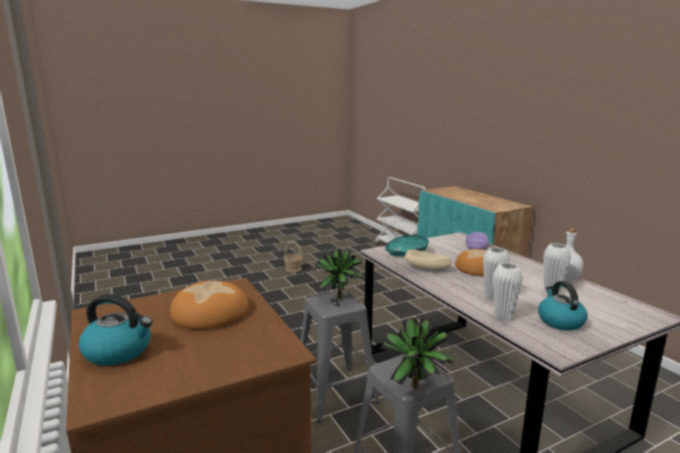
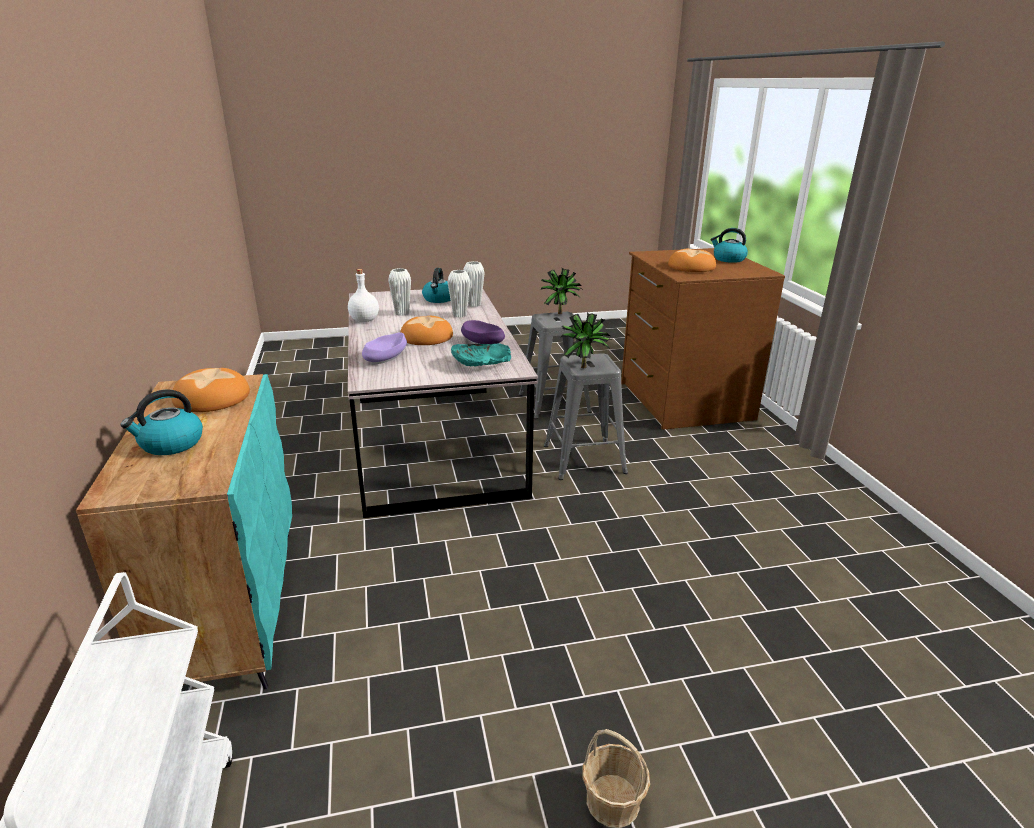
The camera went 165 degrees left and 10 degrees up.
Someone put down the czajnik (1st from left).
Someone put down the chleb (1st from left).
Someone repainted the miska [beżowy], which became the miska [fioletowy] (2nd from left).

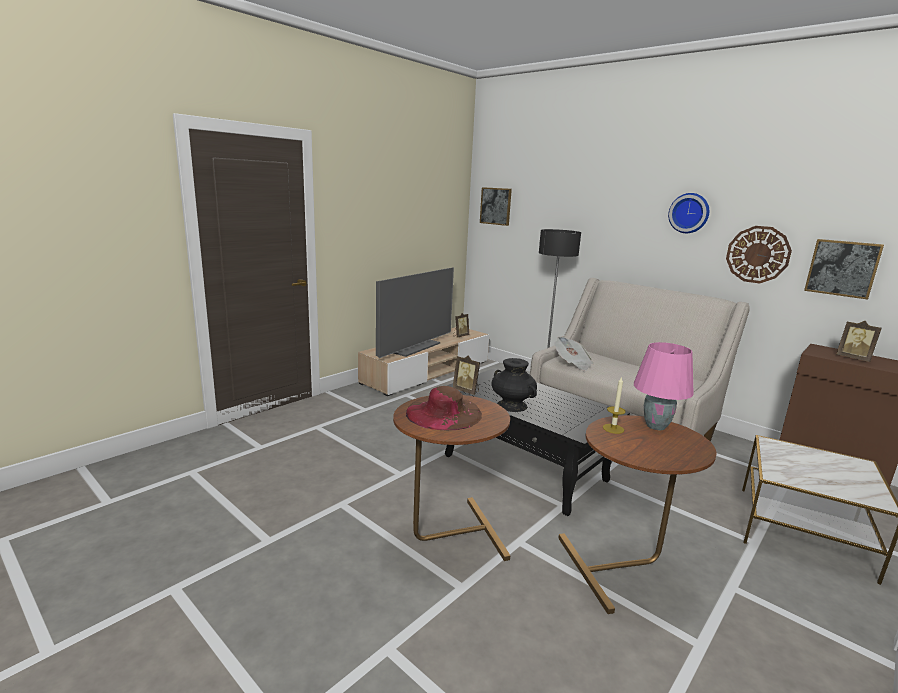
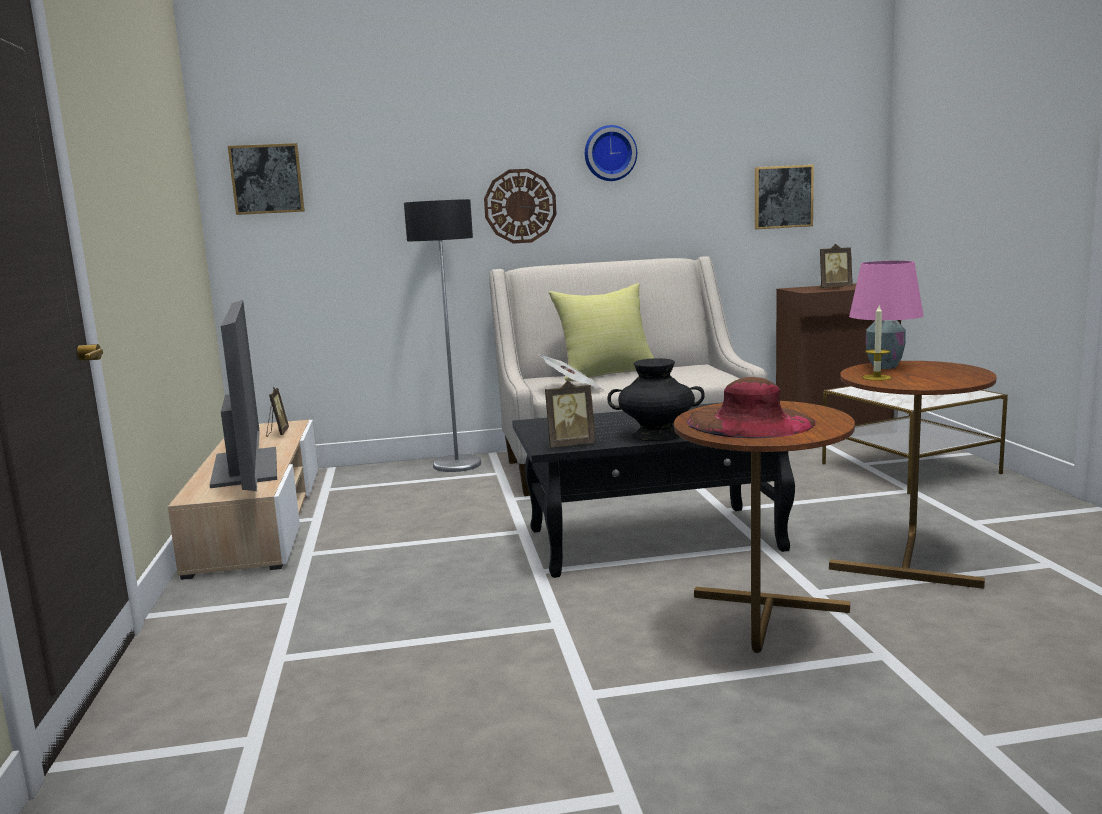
The camera went 50 degrees left and 5 degrees down.
Someone put down the poduszka [żółty].
Someone carried the zegar ścienny (2nd from left in the first image).

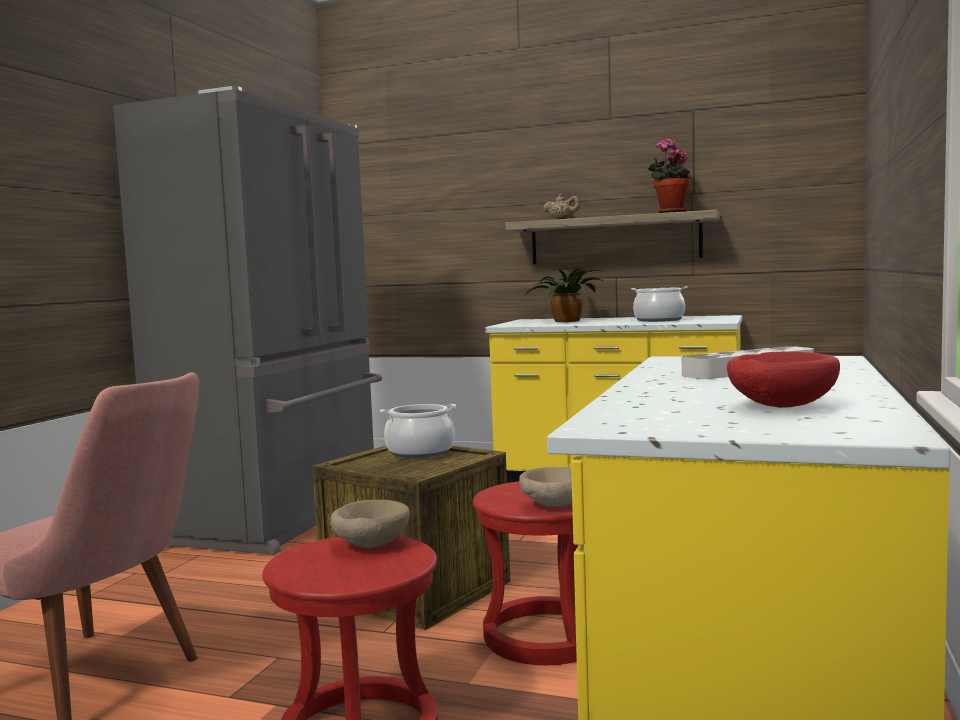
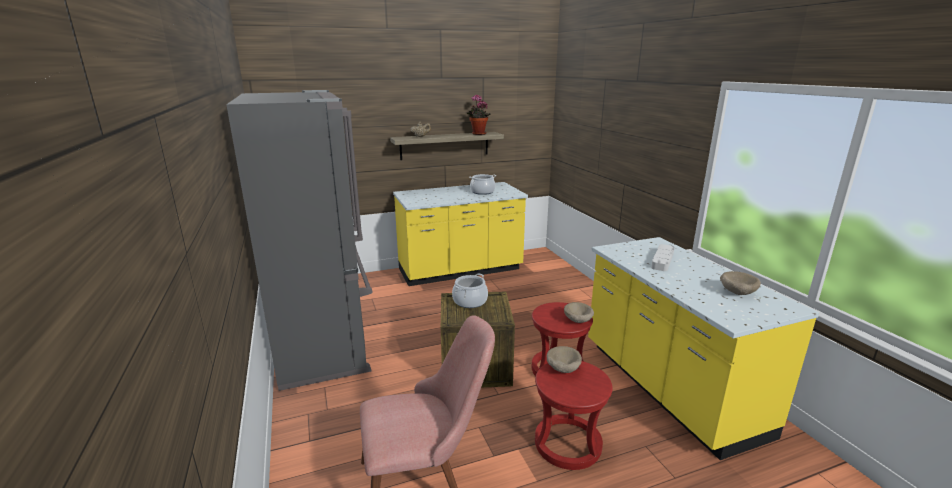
The camera went 40 degrees left and 15 degrees up.
Someone took away the roślina doniczkowa (1st from left).
Someone repainted the miska [czerwony], which became the miska [beżowy] (3rd from left).

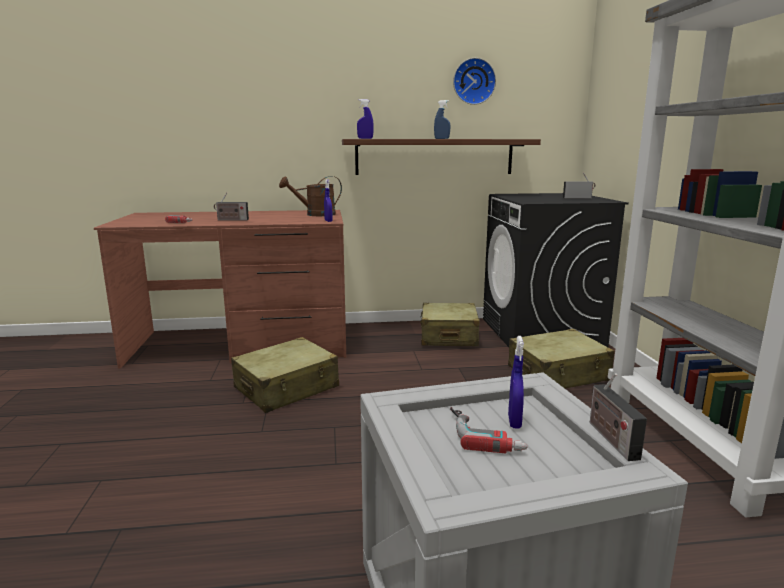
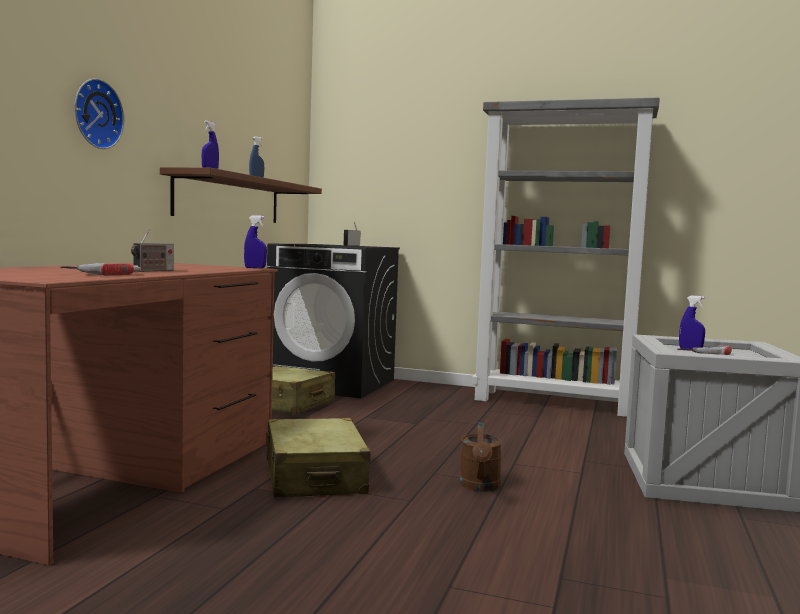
The camera went 65 degrees left and 10 degrees down.
Someone took away the walizka [beżowy] (3rd from left).
Someone took away the radio (3rd from left).
Someone carried the konewka [brązowy].
Someone carried the zegar ścienny.

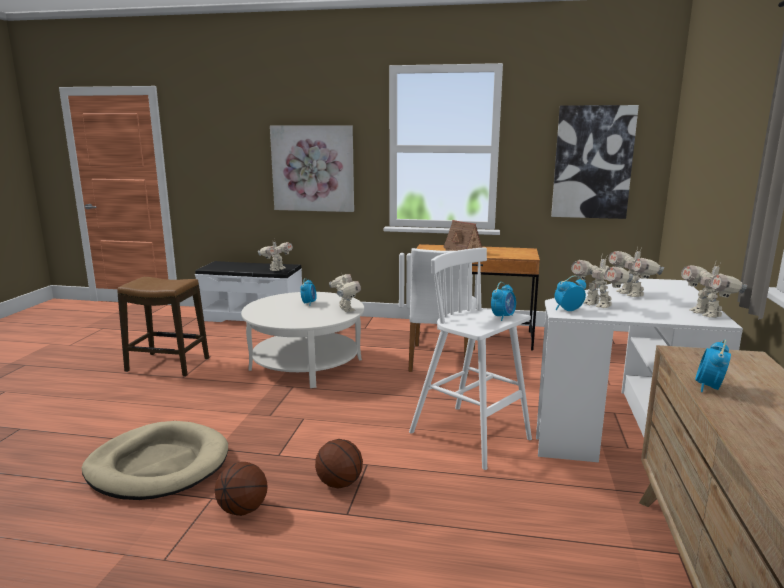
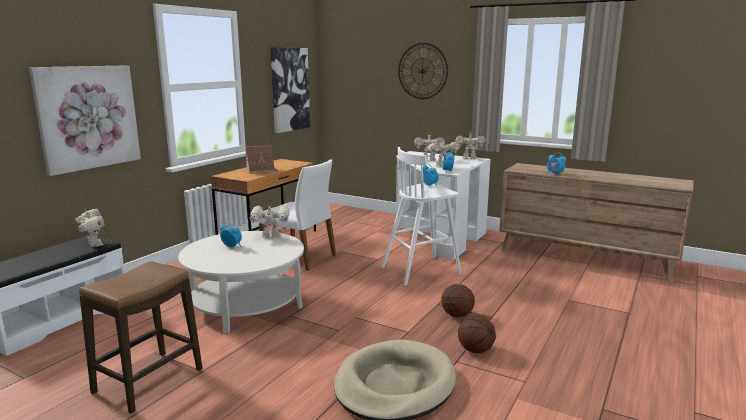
The camera went 70 degrees left and 0 degrees up.
Someone put up the zegar ścienny.

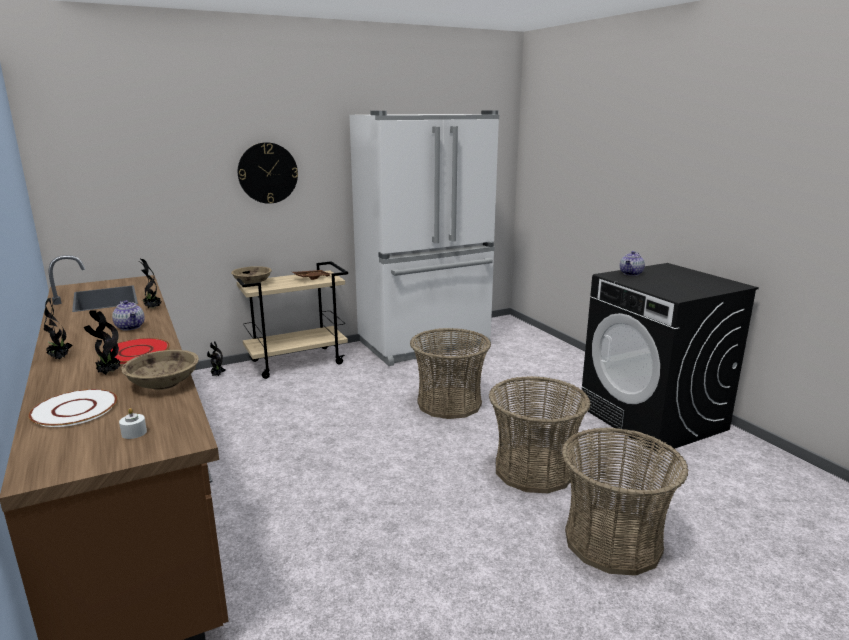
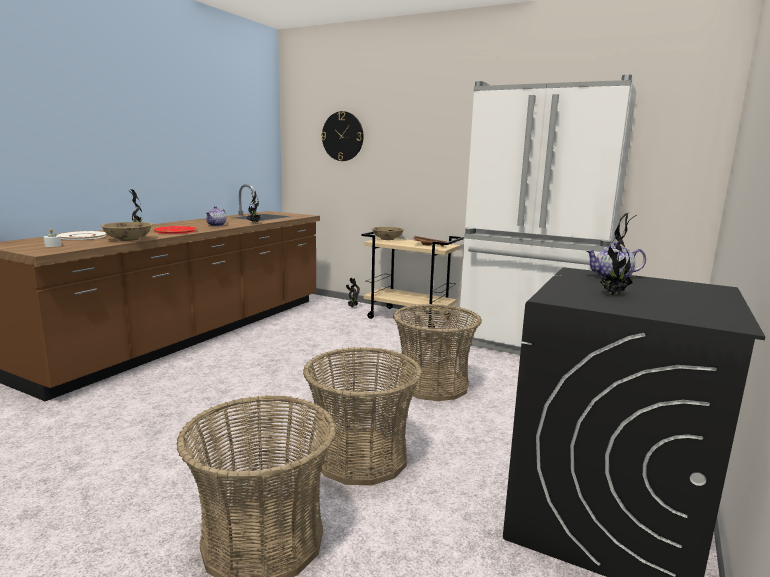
The camera went 55 degrees right and 5 degrees down.
Someone carried the roślina doniczkowa (1st from left in the first image).
Someone carried the zegar ścienny.

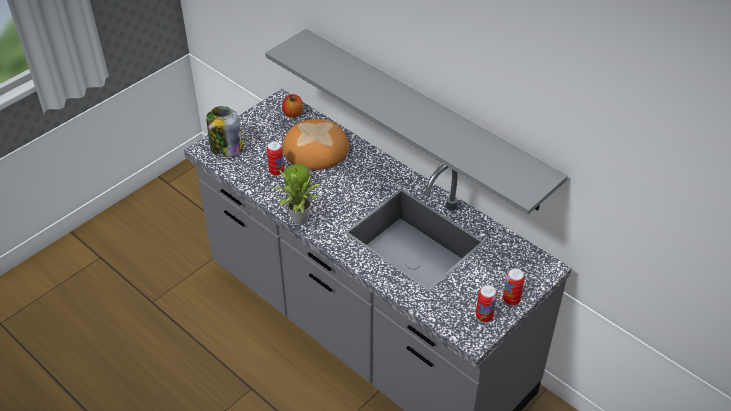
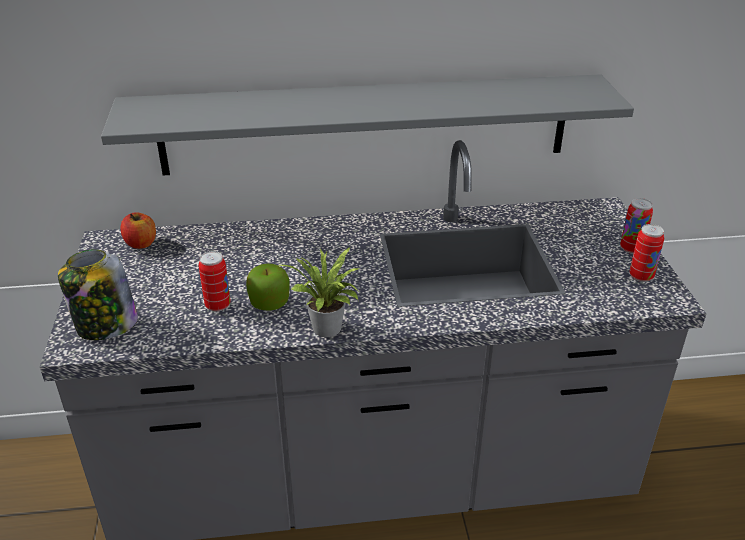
The camera went 50 degrees left and 10 degrees down.
Someone took away the chleb.

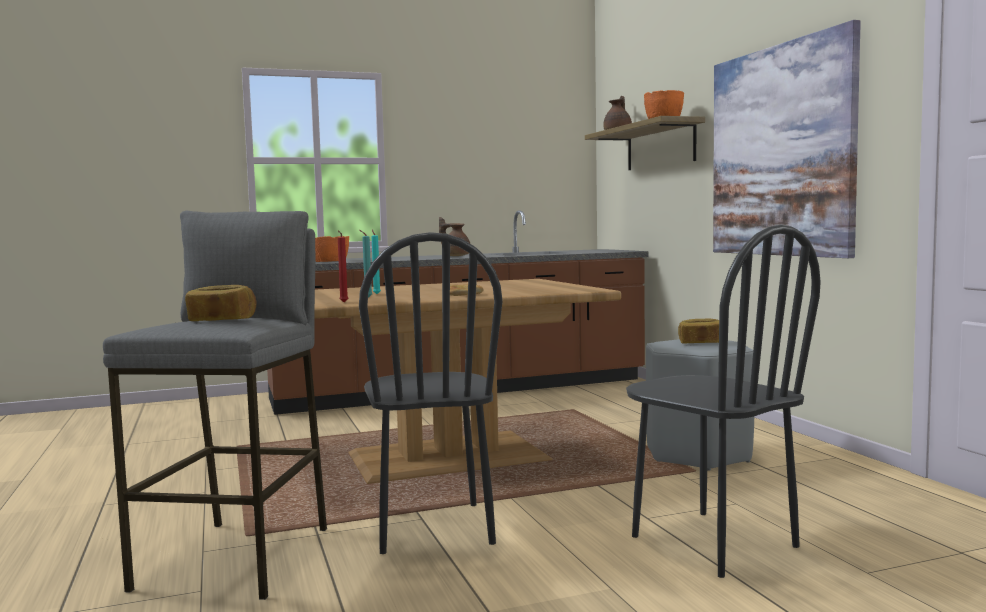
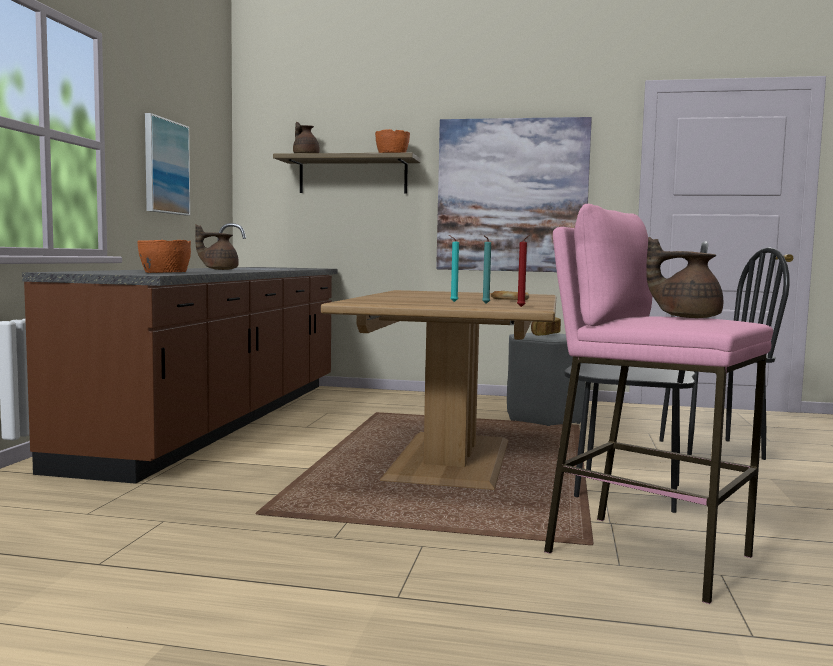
The camera went 60 degrees left and 0 degrees up.
Someone put up the obraz (1st from left).
Someone swapped the chleb (1st from left) for the imbryk [brązowy] (3rd from left).
Someone repainted the stołek [szary] (1st from left), which became the stołek [różowy].

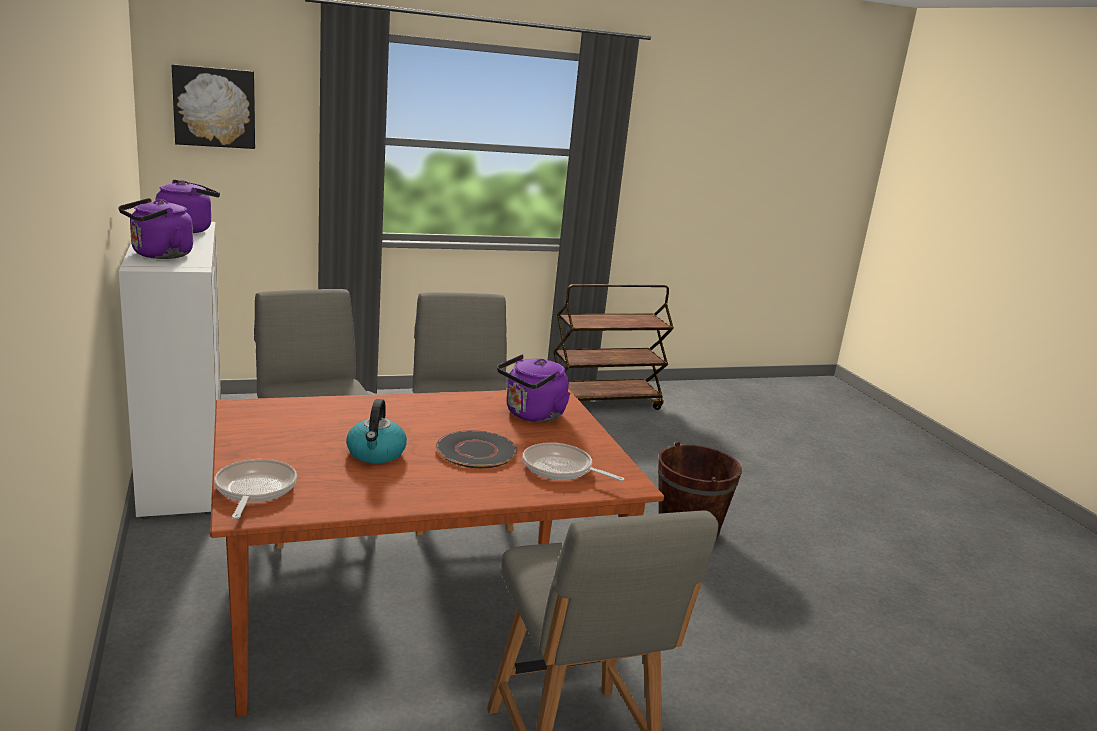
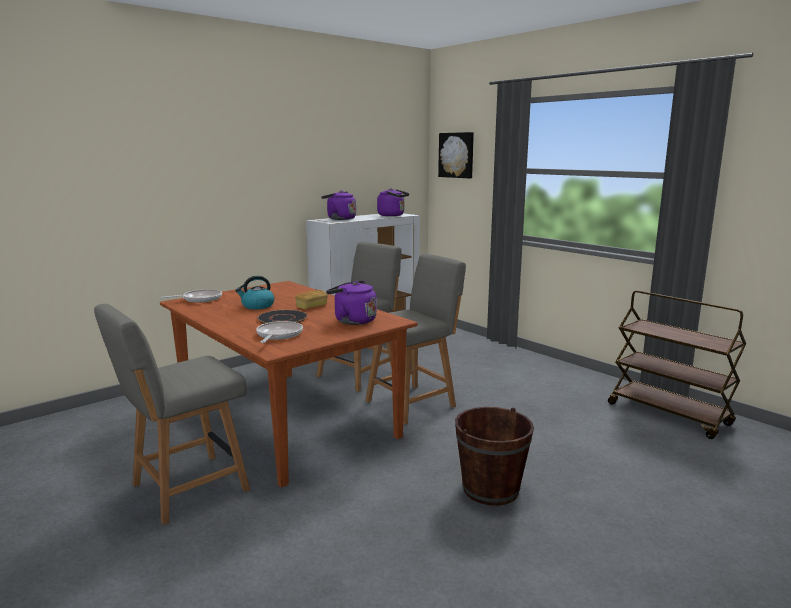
The camera went 70 degrees right and 5 degrees down.
Someone put down the chleb.

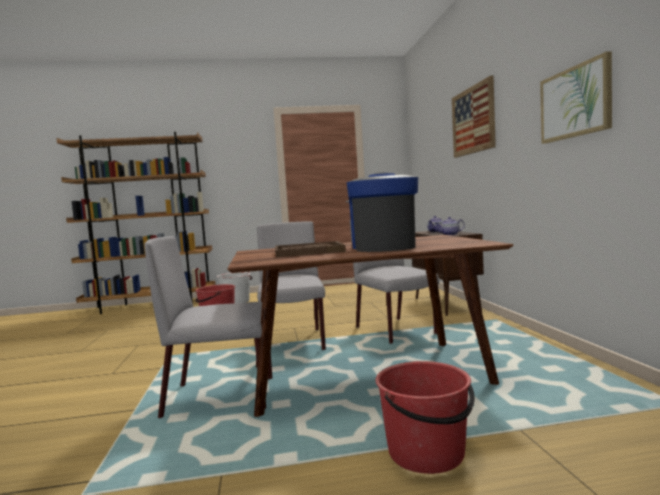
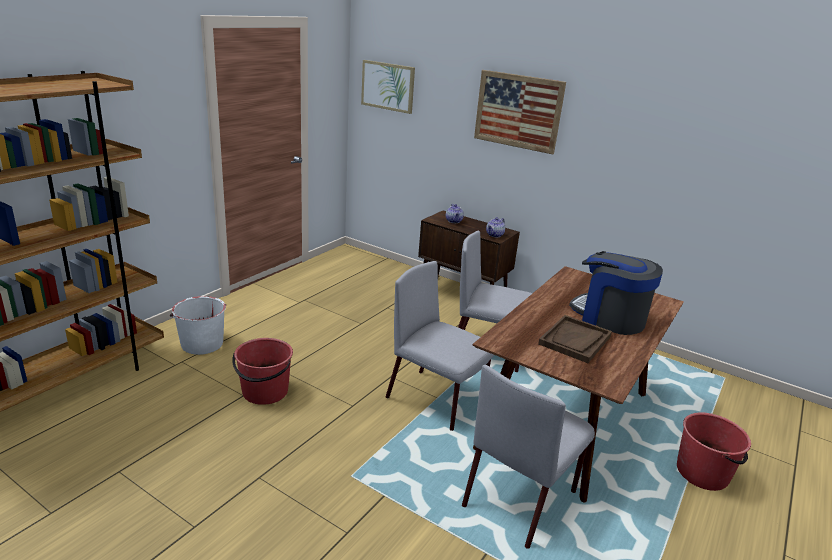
The camera went 50 degrees left and 20 degrees up.
Someone carried the obraz (2nd from left in the first image).

